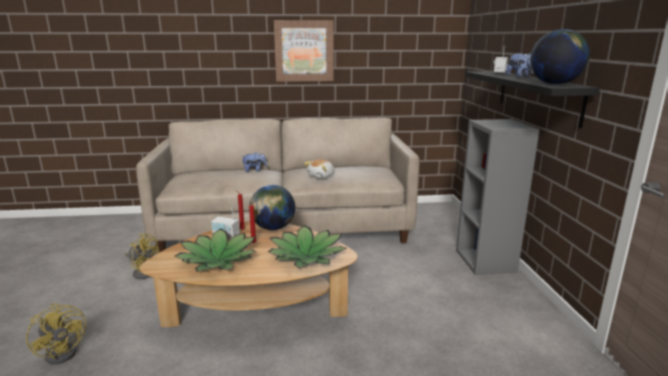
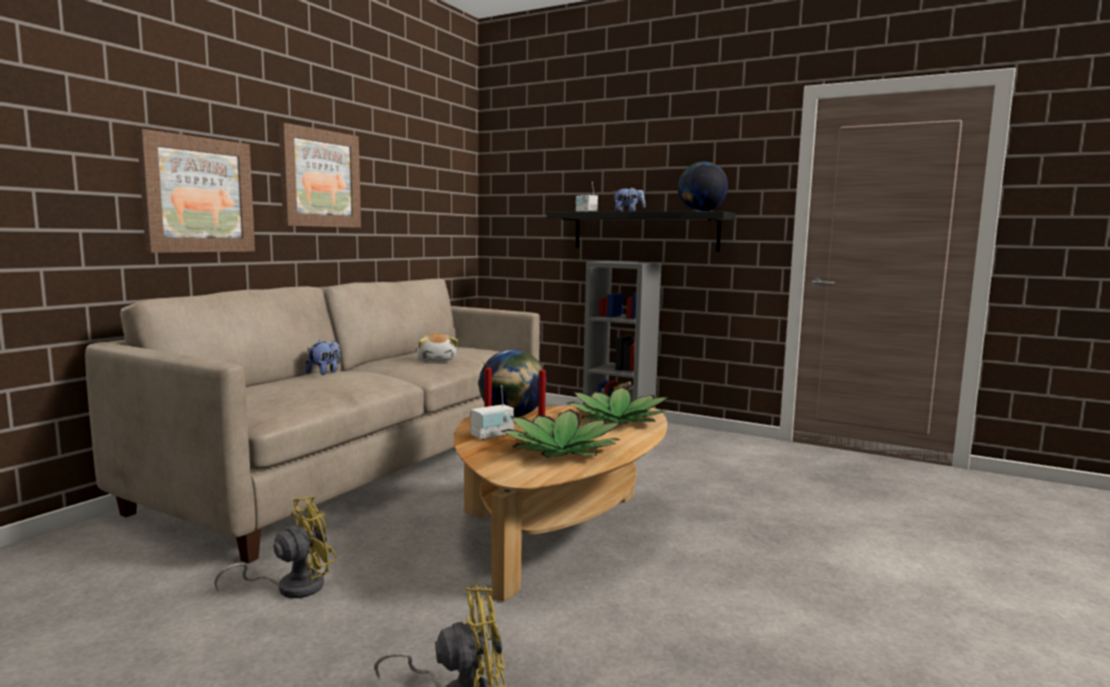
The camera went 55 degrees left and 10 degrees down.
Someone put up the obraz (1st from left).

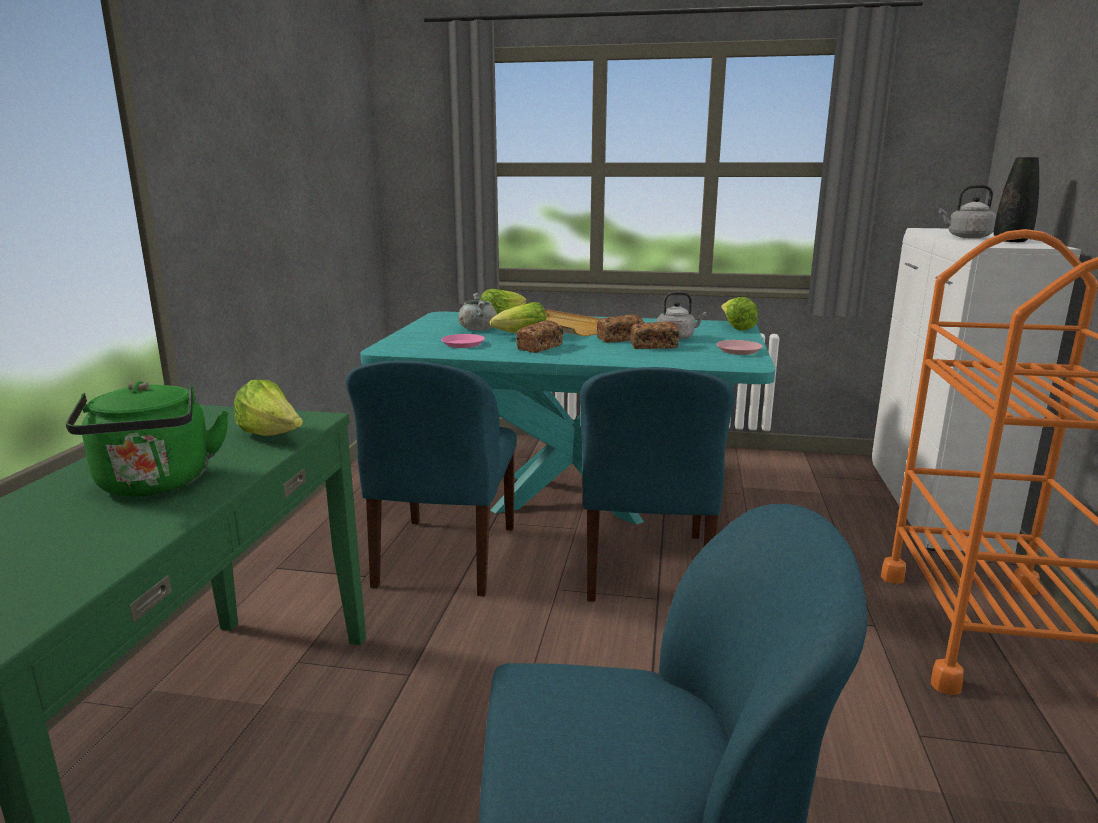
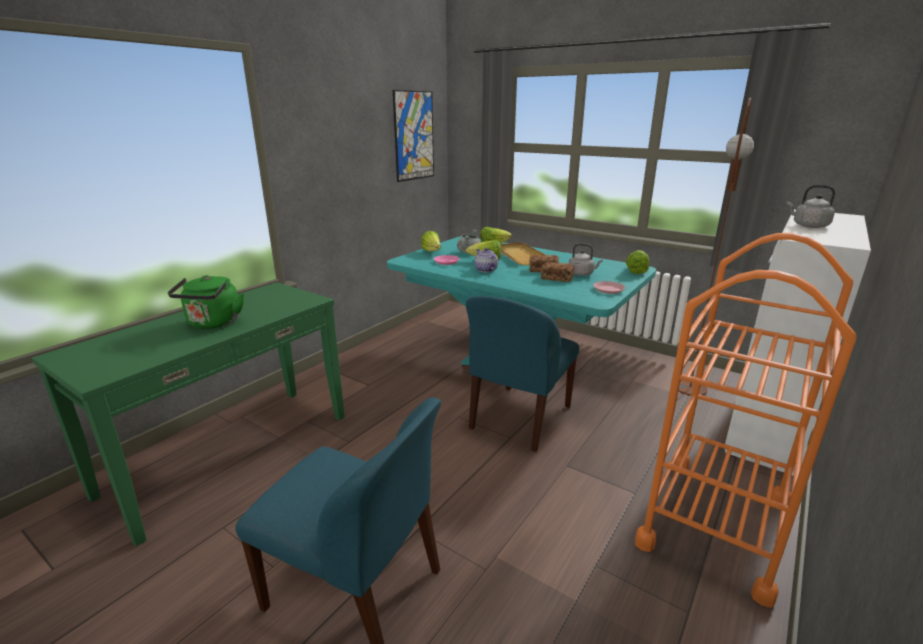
The camera went 25 degrees right and 5 degrees up.
Someone took away the krzesło [niebieski] (1st from left).
Someone took away the wazon [czarny].
Someone put up the obraz.
Someone put down the lampa stojąca [brązowy].
Someone carried the sałata (1st from left).
Someone swapped the chleb (1st from left) for the imbryk.

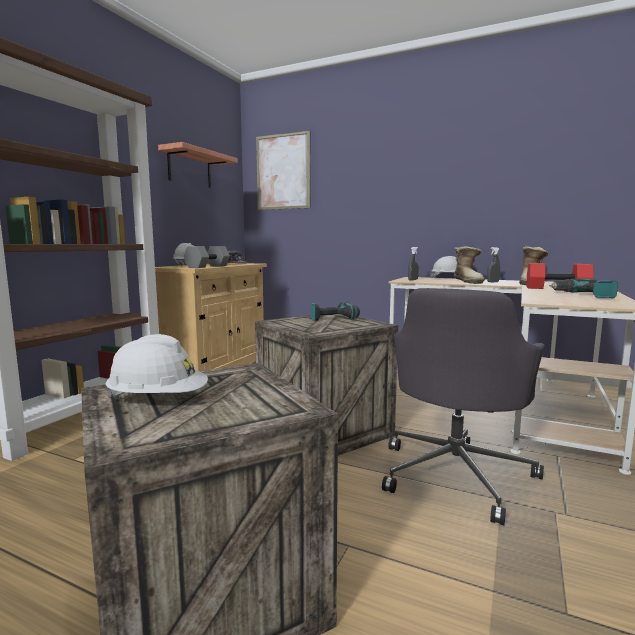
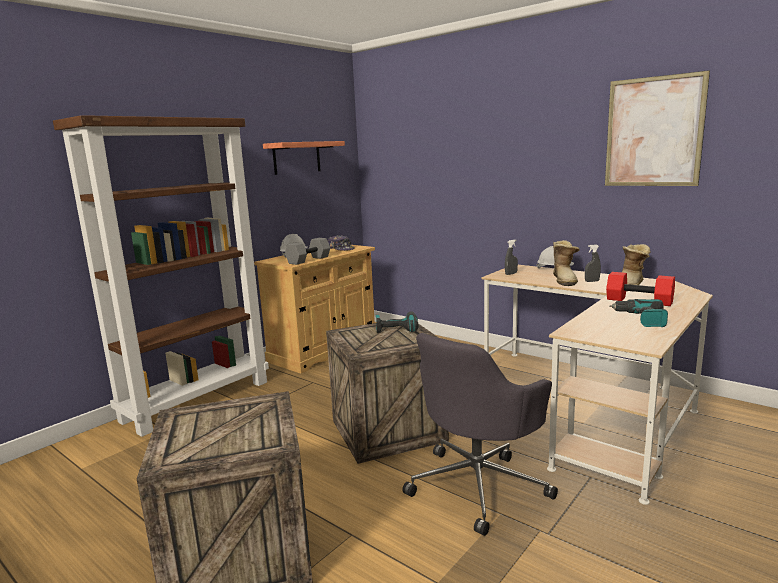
The camera went 15 degrees right and 5 degrees up.
Someone took away the kask [biały] (1st from left).
Someone carried the obraz.

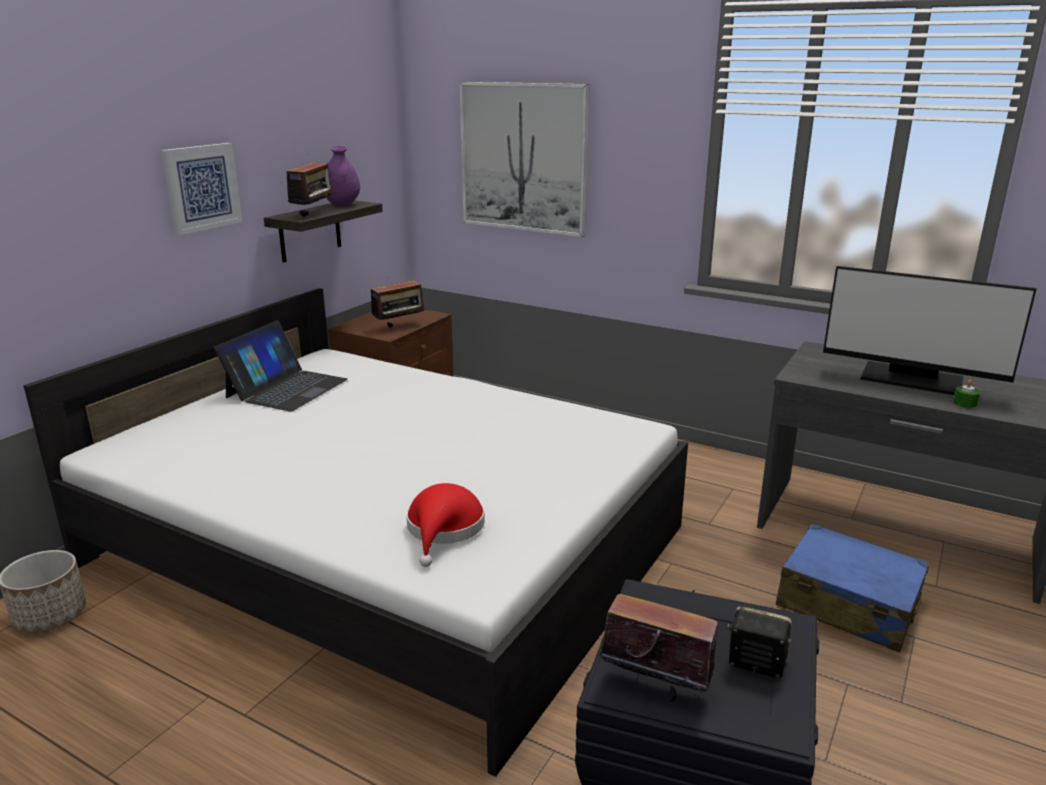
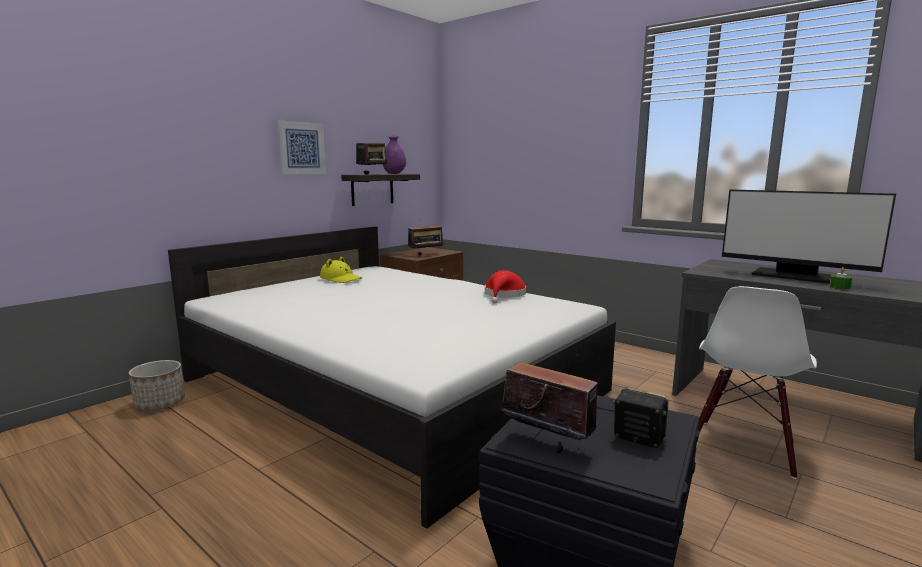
The camera went 10 degrees right and 10 degrees down.
Someone took away the obraz (2nd from left).
Someone carried the kapelusz [czerwony].
Someone swapped the laptop for the kapelusz [żółty].
Someone swapped the walizka [niebieski] for the krzesło [biały].

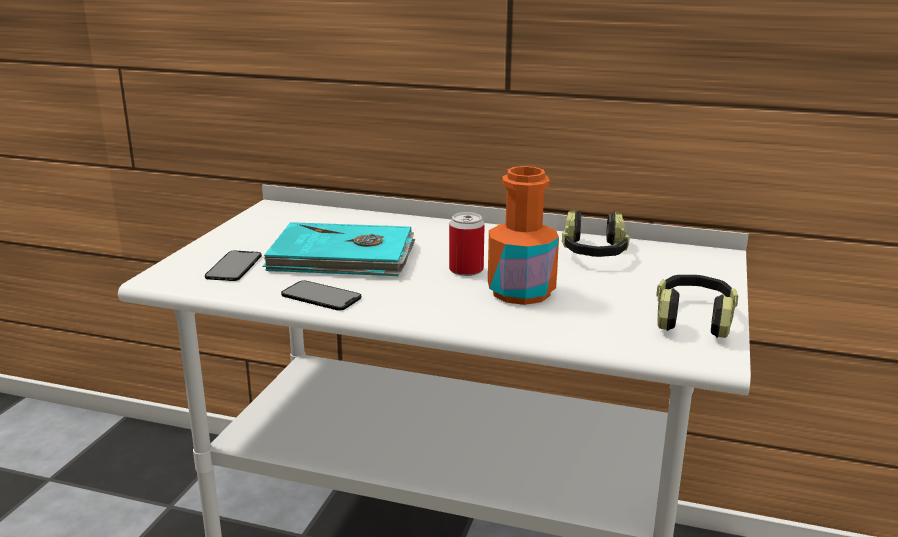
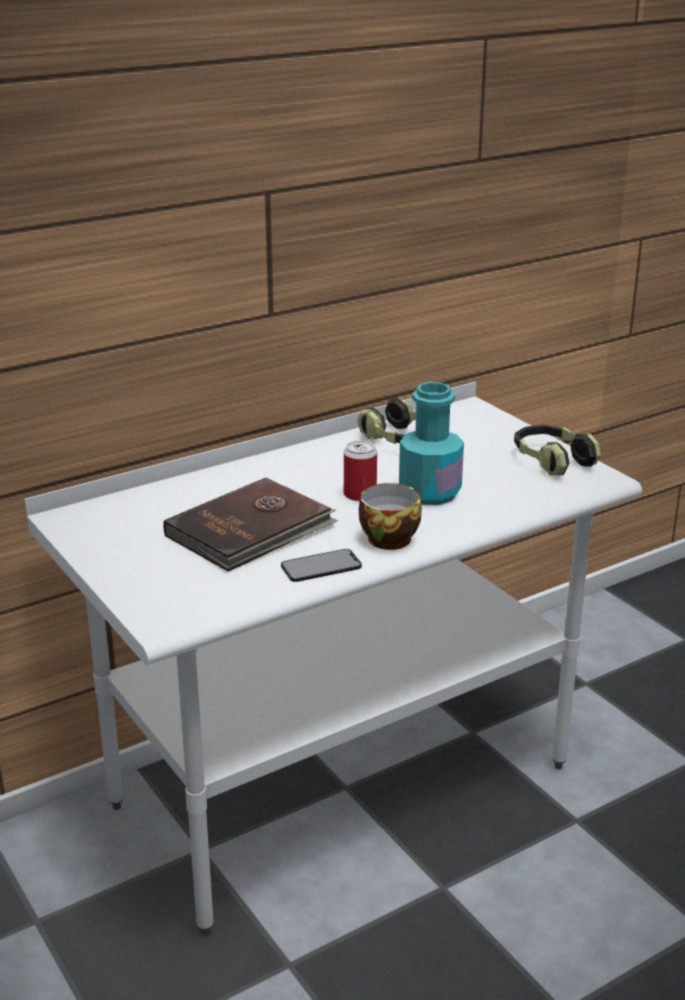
The camera went 50 degrees left and 5 degrees up.
Someone took away the telefon (1st from left).
Someone put down the filiżanka.
Someone repainted the książka [turkusowy], which became the książka [brązowy].
Someone repainted the butelka [pomarańczowy], which became the butelka [turkusowy].

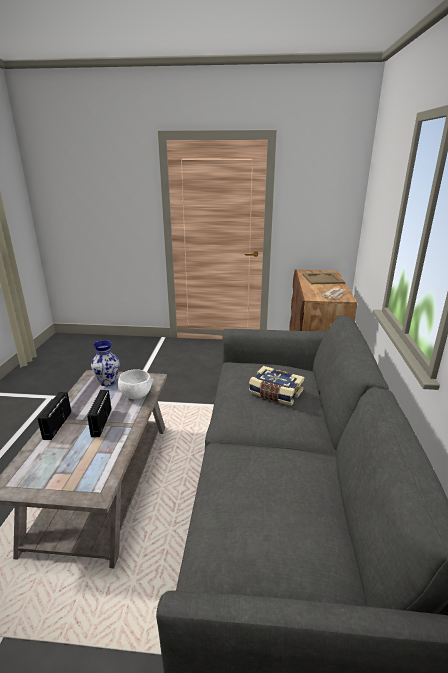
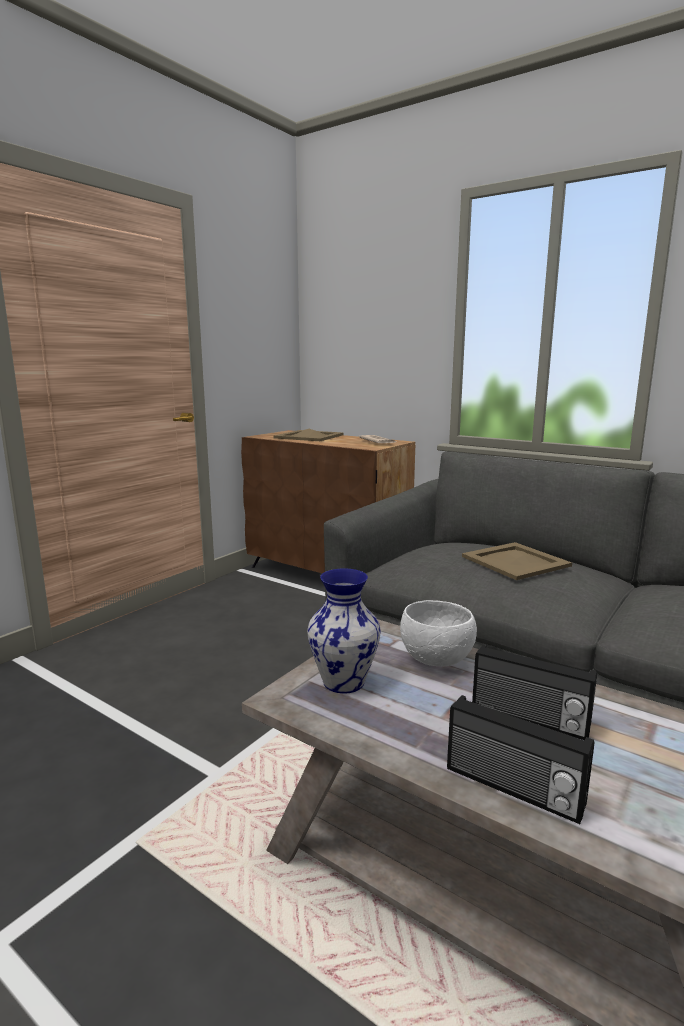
The camera went 60 degrees left and 10 degrees down.
Someone swapped the książka for the taca [beżowy] (2nd from left).

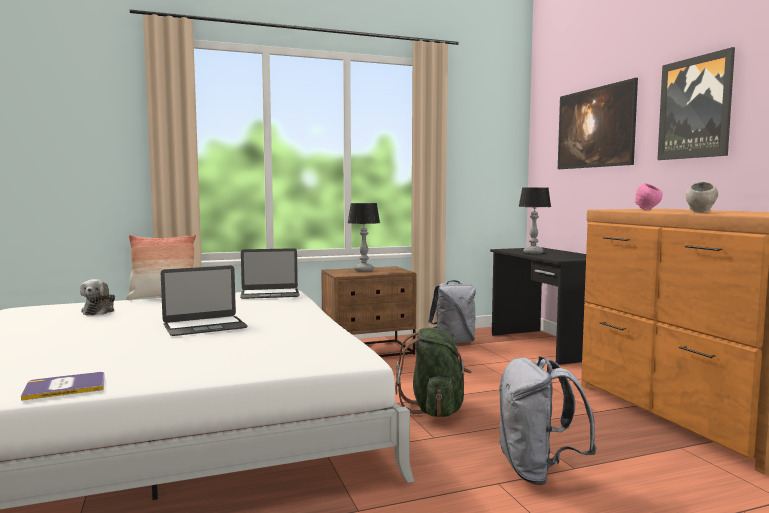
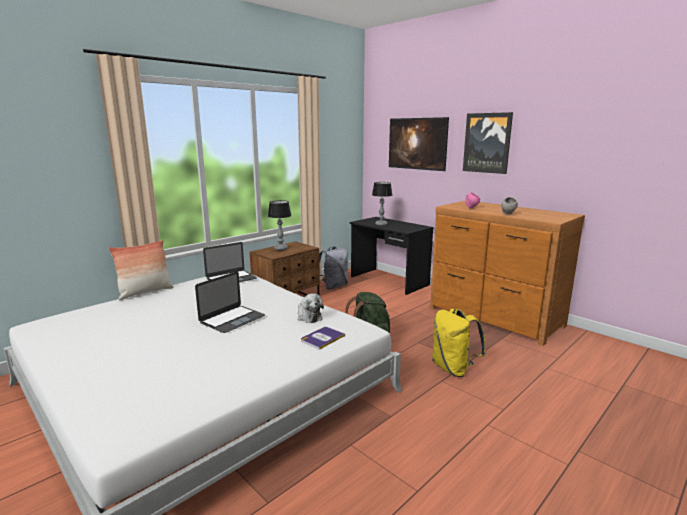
The camera went 25 degrees left and 10 degrees up.
Someone carried the książka.
Someone carried the pluszak.
Someone repainted the plecak [szary] (2nd from left), which became the plecak [żółty].

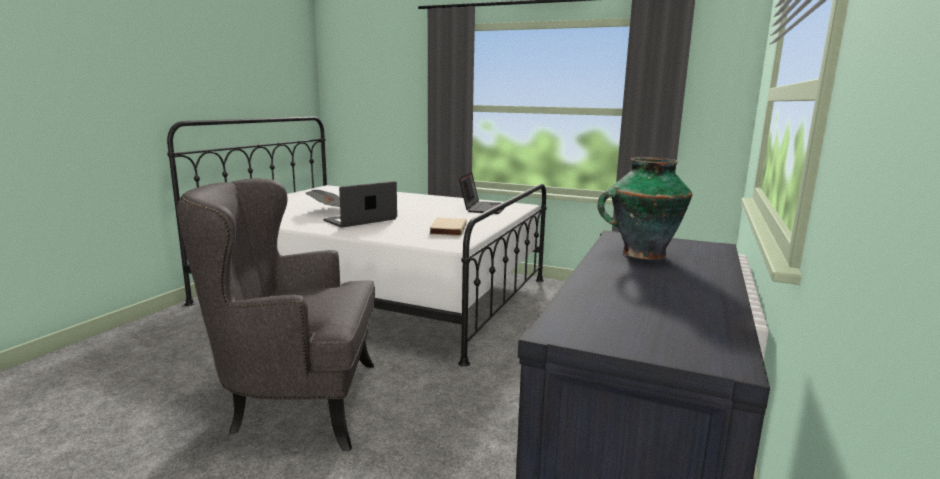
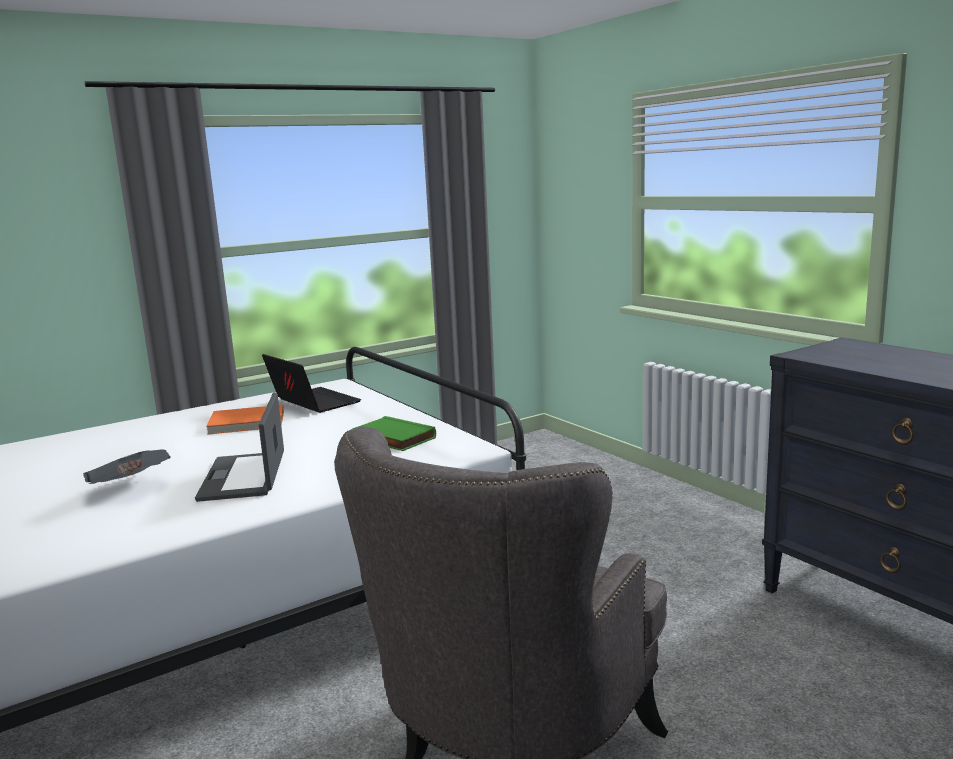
The camera went 55 degrees left and 0 degrees up.
Someone took away the wazon.
Someone put down the książka [pomarańczowy].
Someone repainted the książka [beżowy], which became the książka [zielony].

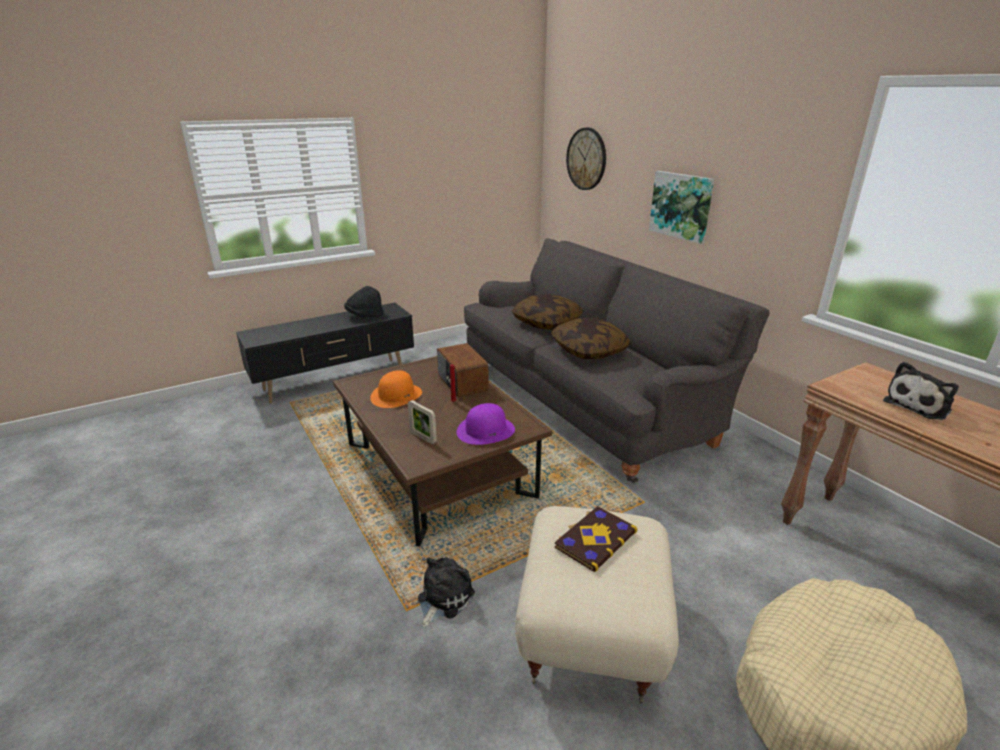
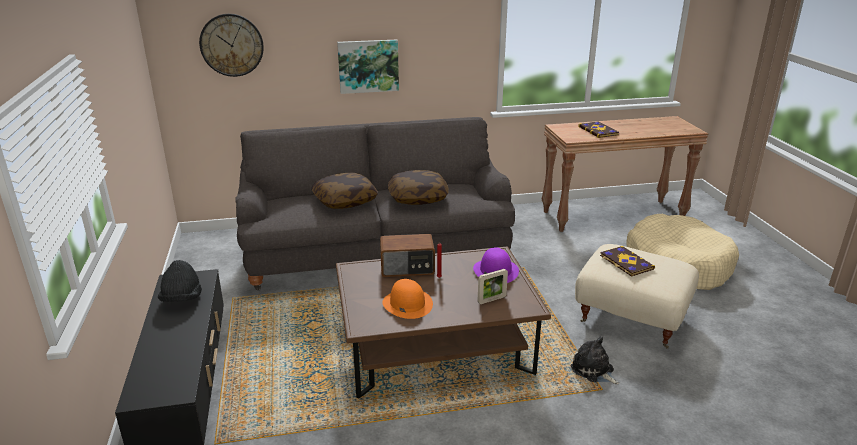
The camera went 70 degrees left and 0 degrees up.
Someone swapped the pluszak (2nd from left) for the książka (1st from left).

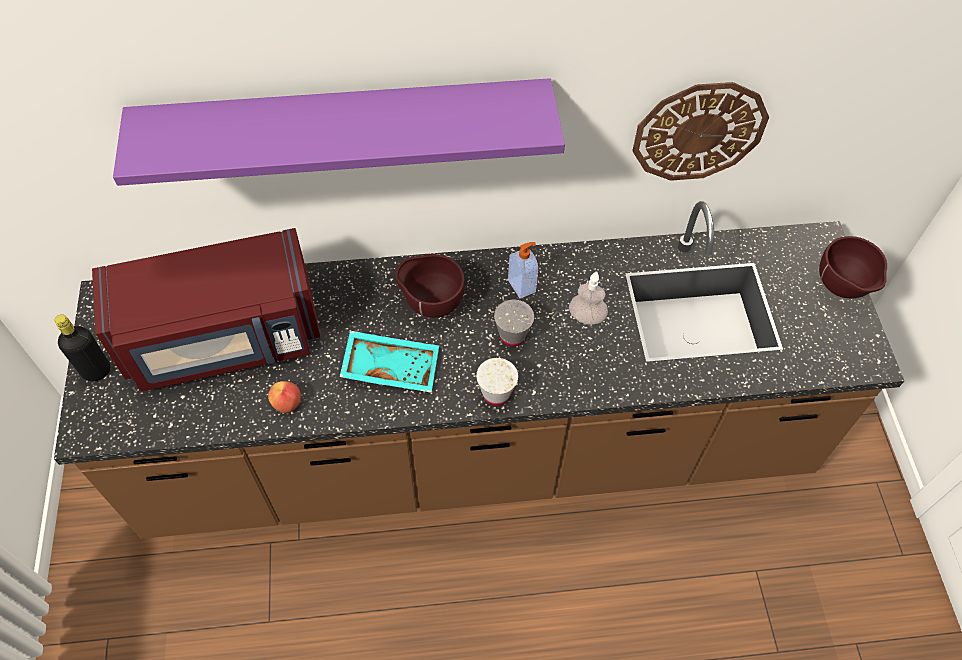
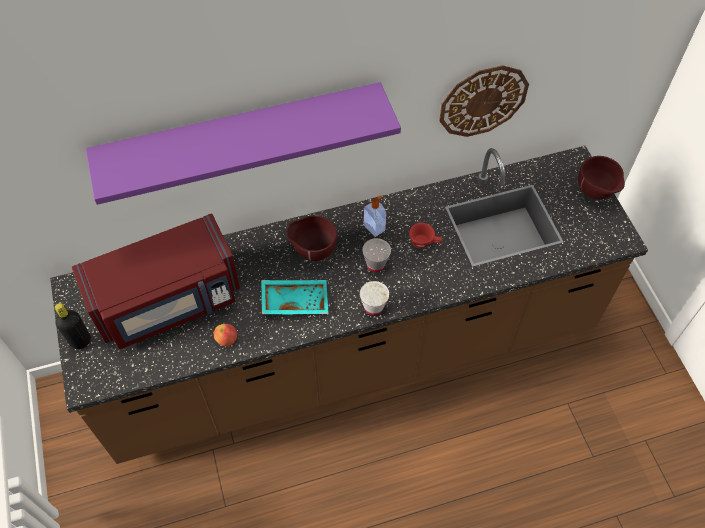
The camera went 10 degrees left and 0 degrees up.
Someone swapped the dozownik mydła (2nd from left) for the filiżanka [czerwony].

